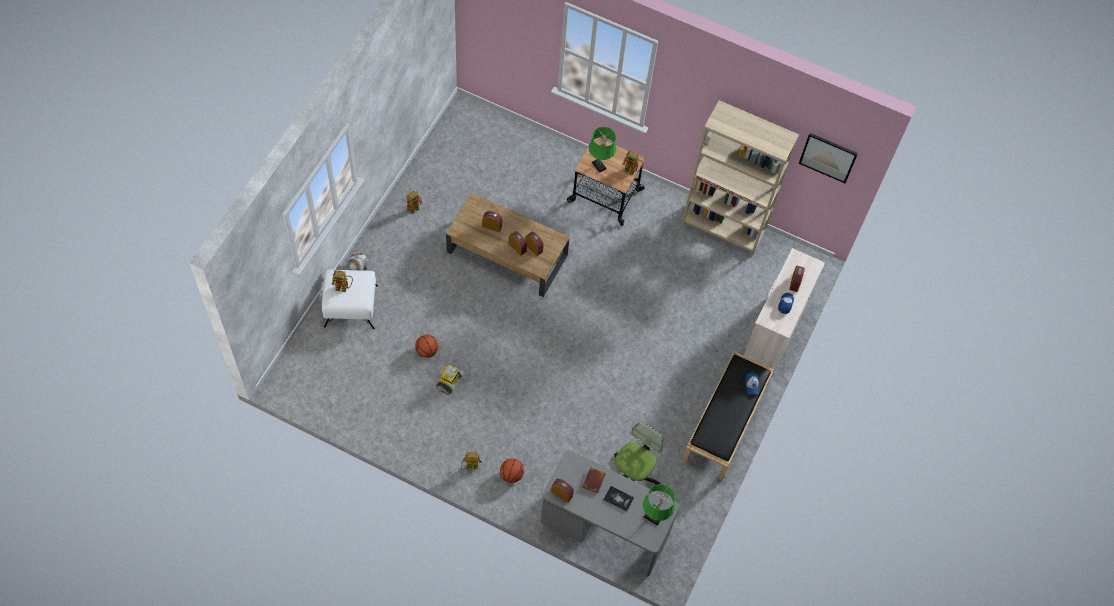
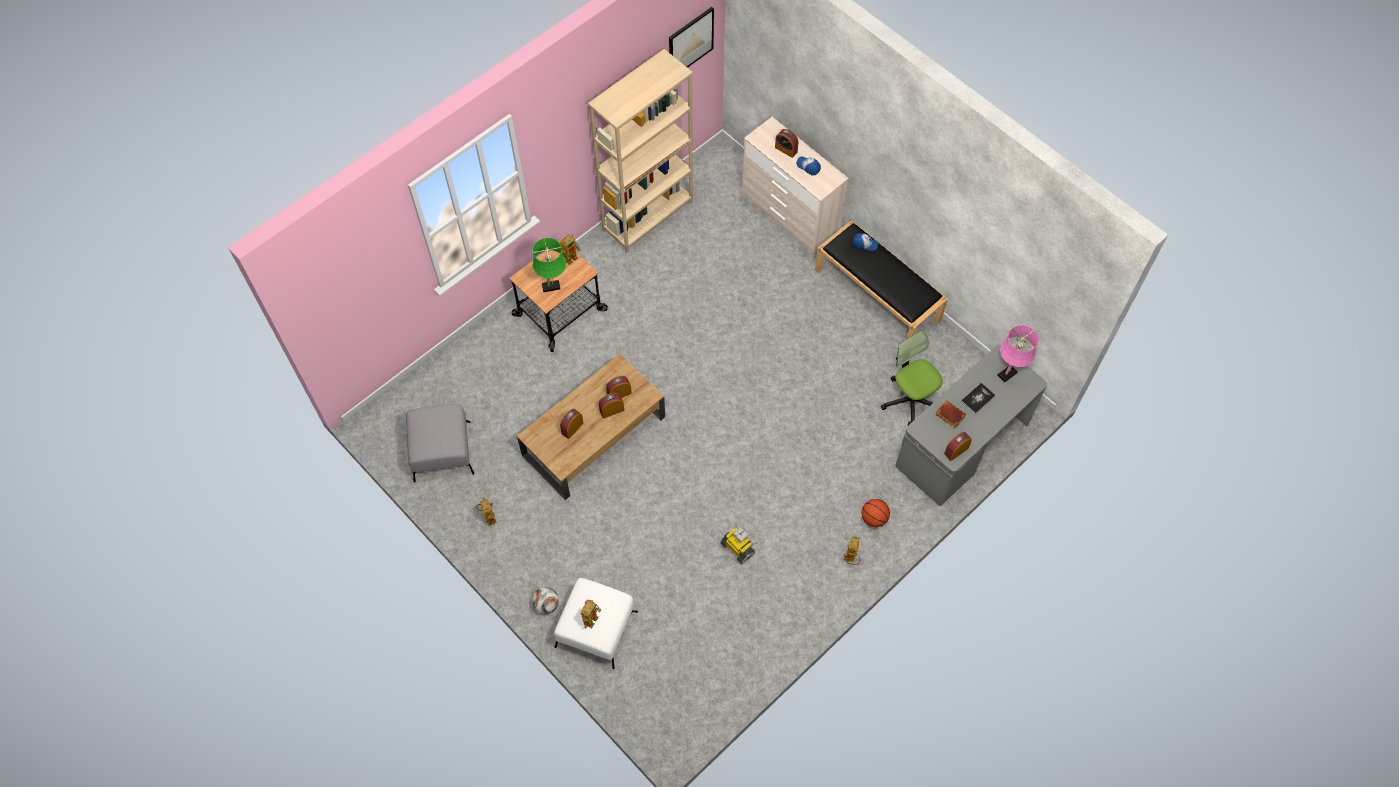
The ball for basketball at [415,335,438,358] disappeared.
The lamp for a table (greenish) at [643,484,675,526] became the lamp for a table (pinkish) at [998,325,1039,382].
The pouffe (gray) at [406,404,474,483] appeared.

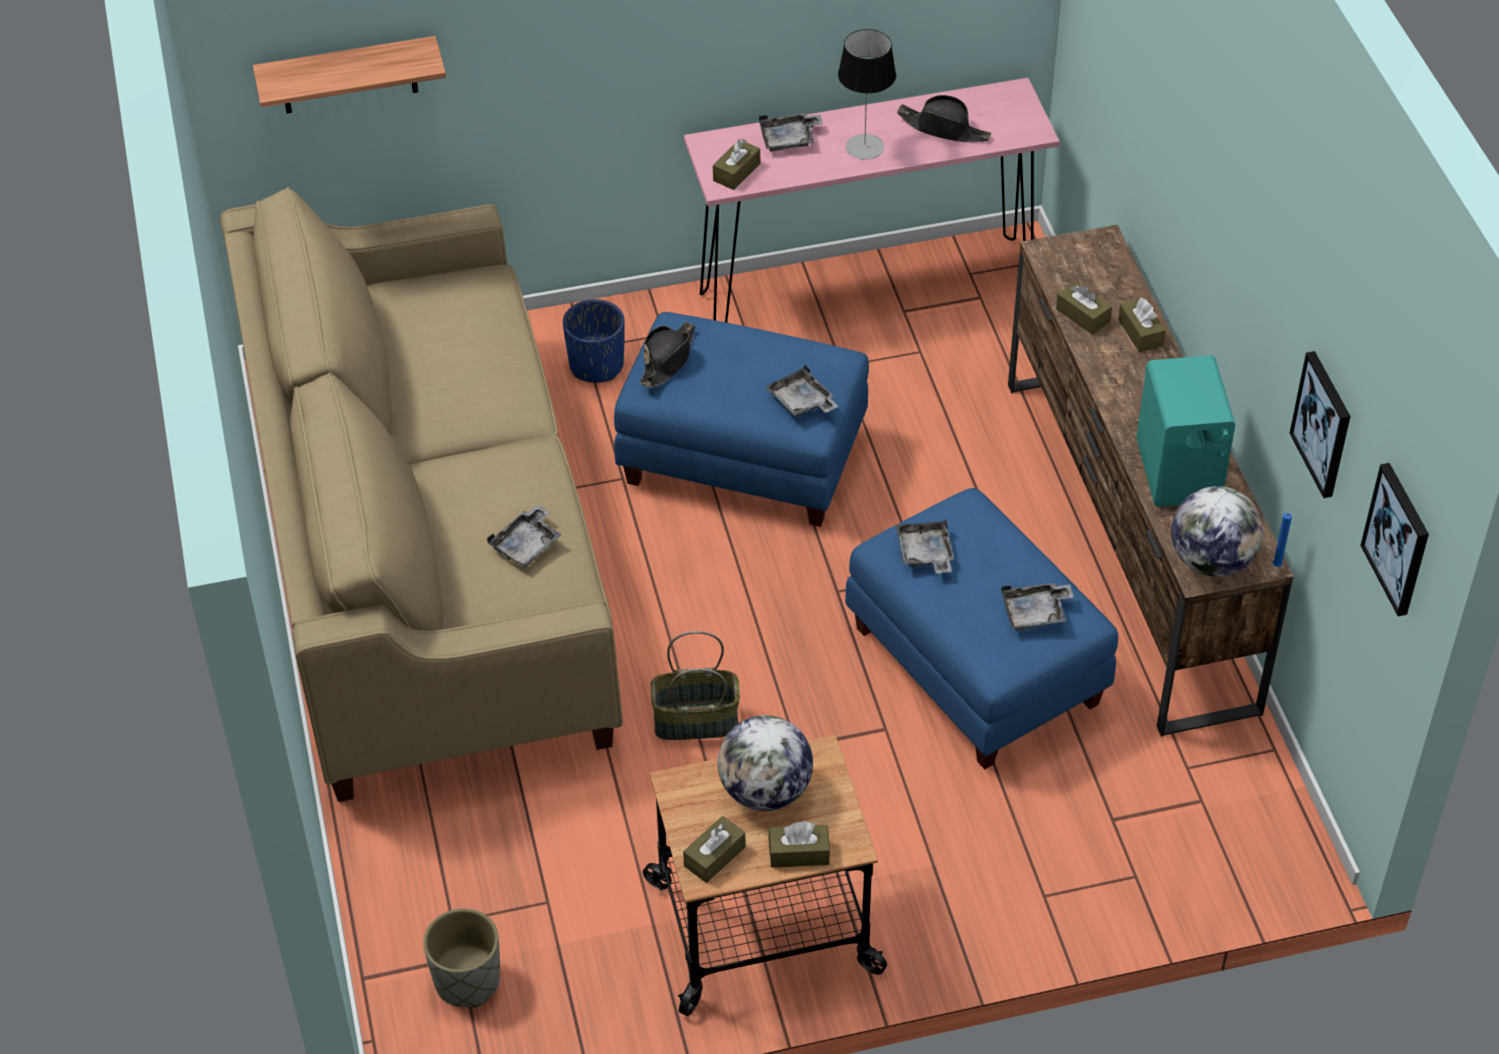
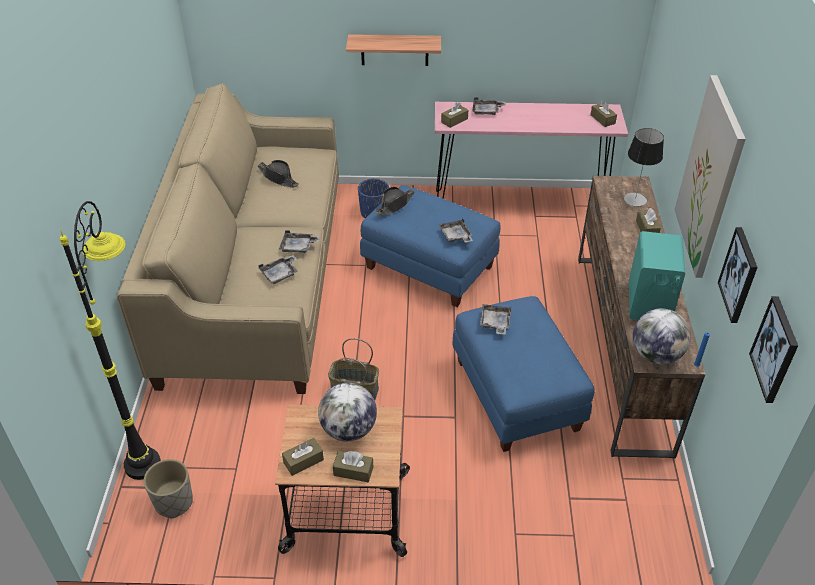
The lamp for a table moved from [838,29,896,159] to [624,128,664,206].
The wall shelf moved from [253,36,446,113] to [346,34,441,66].
The hat (black) moved from [897,95,991,142] to [258,160,299,187].
The box of tissues (brownish) moved from [1056,281,1112,334] to [591,101,617,127].
The carrying tray (gray) moved from [1001,583,1074,631] to [279,230,320,253].
The picture at [675,75,746,278] appeared.
The floor lamp (black) at [60,201,161,480] appeared.

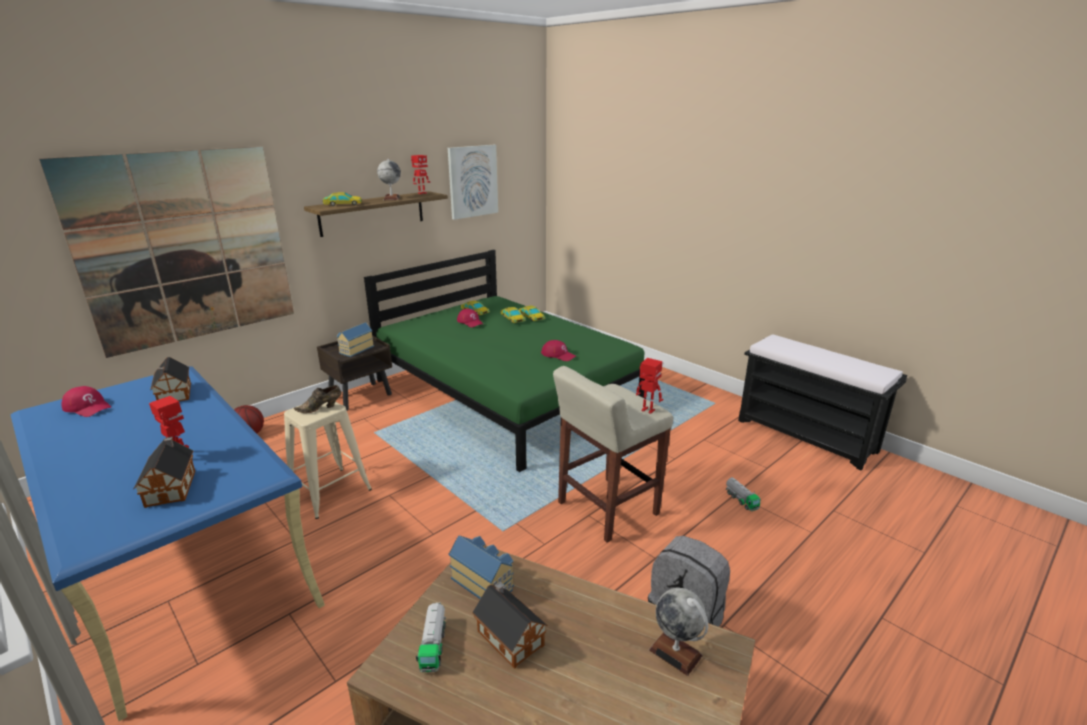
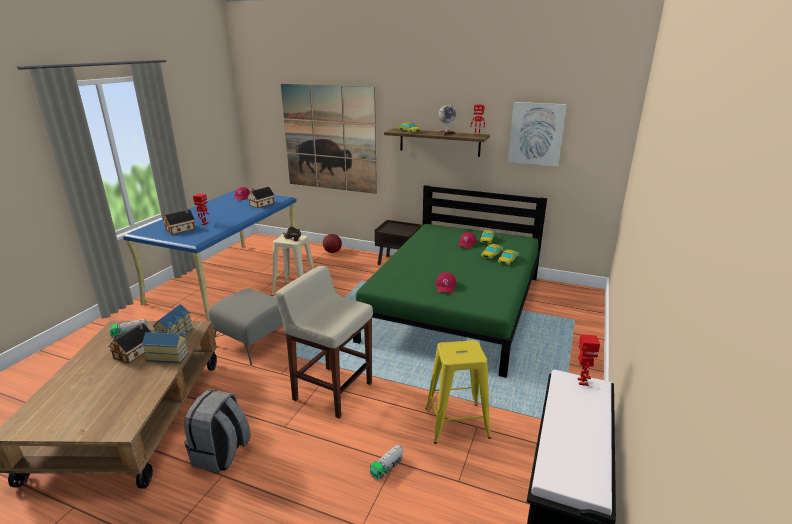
The model house moved from [336,322,374,357] to [142,331,189,363].
The model robot moved from [636,358,663,414] to [578,334,600,386].
The desk globe at [649,588,708,676] disappeared.
The pouffe (gray) at [208,288,284,365] appeared.
The sitting stool (yellow) at [425,340,491,444] appeared.

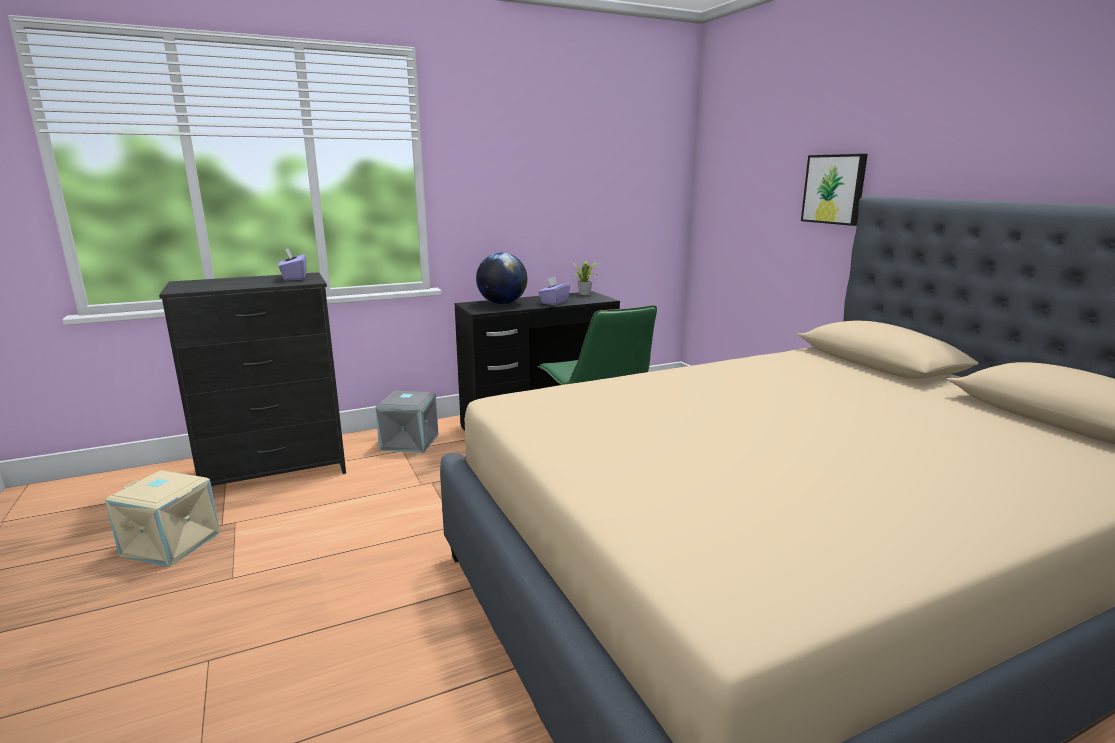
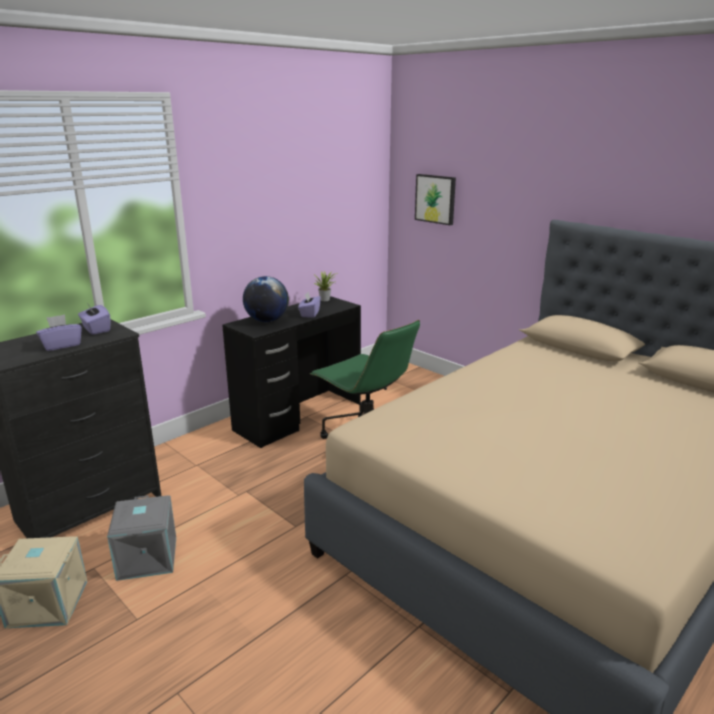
The picture moved from [801,154,868,226] to [415,174,456,225].
The storage container (gray) moved from [375,390,439,453] to [107,495,176,581].
The box of tissues (purple) at [36,314,82,351] appeared.

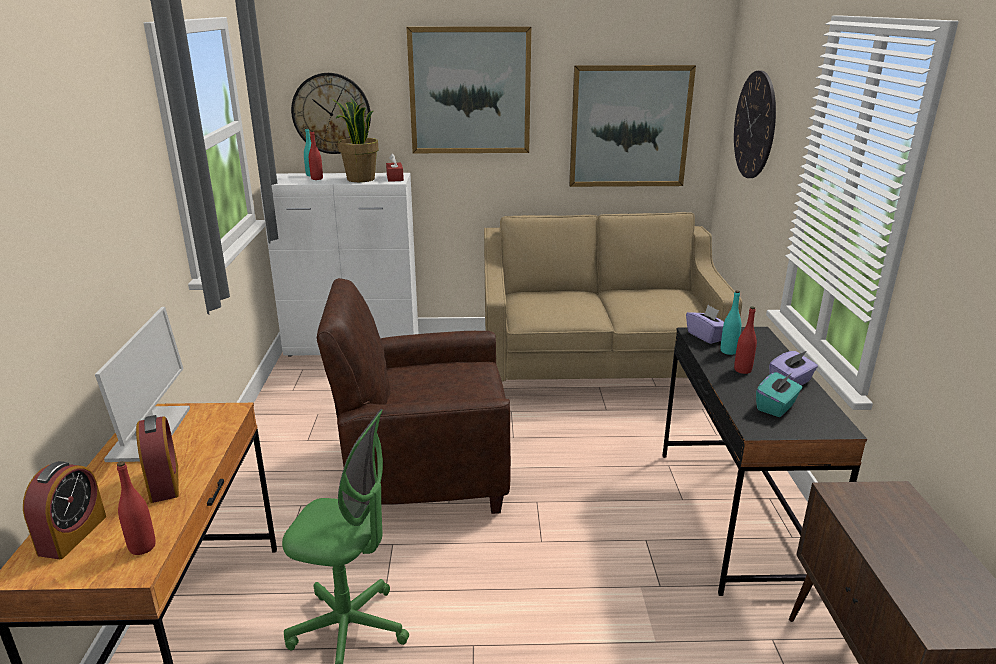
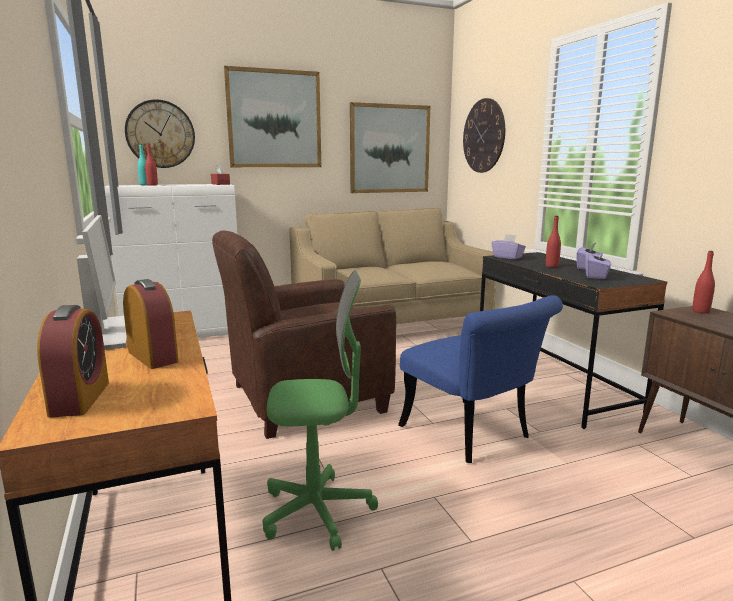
The houseplant at [332,97,379,182] disappeared.
The beverage bottle (turquoise-coloured) at [721,290,741,355] disappeared.
The box of tissues (turquoise-coloured) at [756,372,802,417] became the box of tissues (purple) at [585,248,611,279].
The beverage bottle (red-coloured) moved from [117,461,156,555] to [692,251,715,314].
The chair (blue) at [398,295,563,463] appeared.

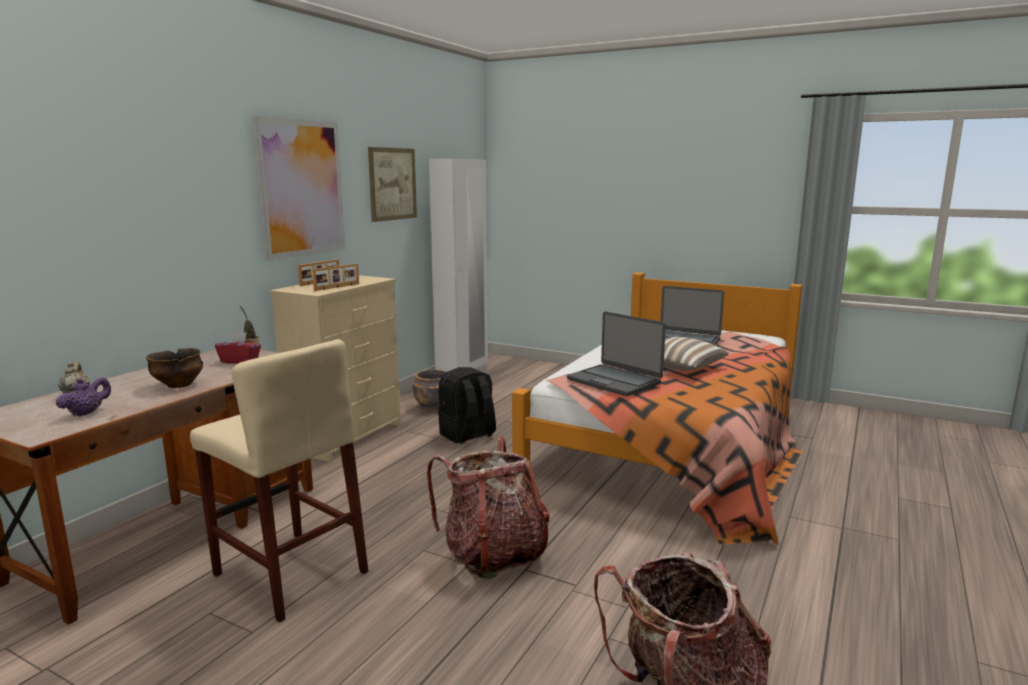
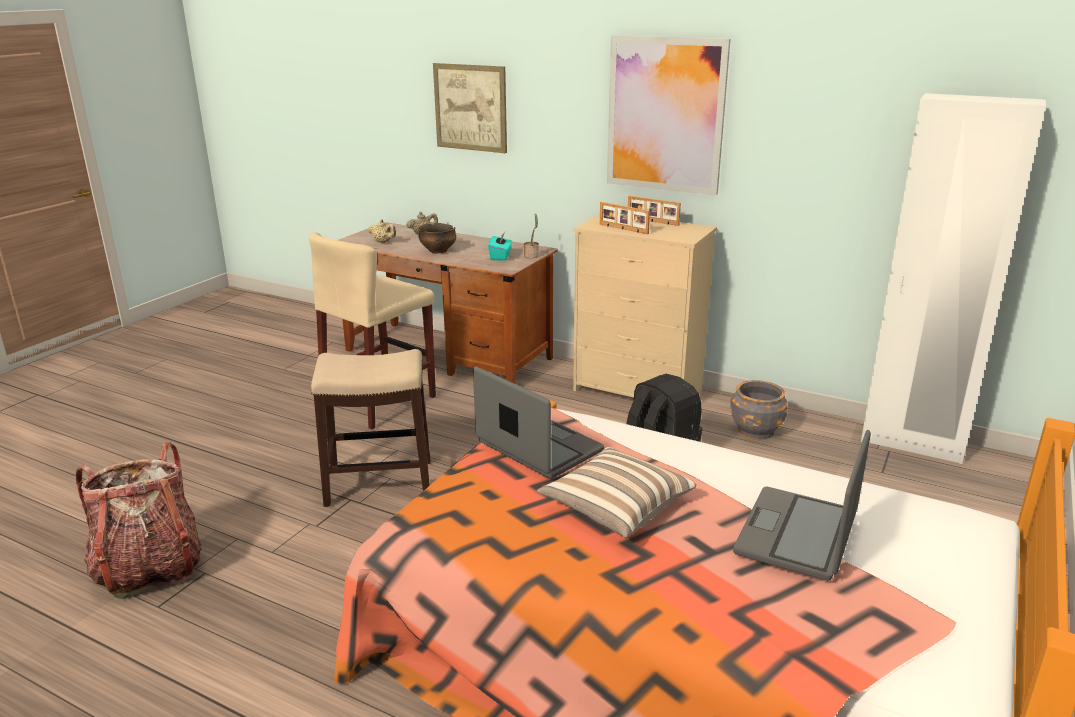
The picture moved from [368,147,417,222] to [433,63,507,153].
The portable computer at [567,311,666,396] turned 90 degrees clockwise.
The box of tissues (red-coloured) at [215,332,261,364] became the box of tissues (turquoise-coloured) at [488,232,512,261].
The tea pot (purple) at [56,377,111,416] became the tea pot (beige) at [368,219,396,243].
The rucksack at [427,437,549,579] was replaced by the sitting stool at [311,349,431,507].

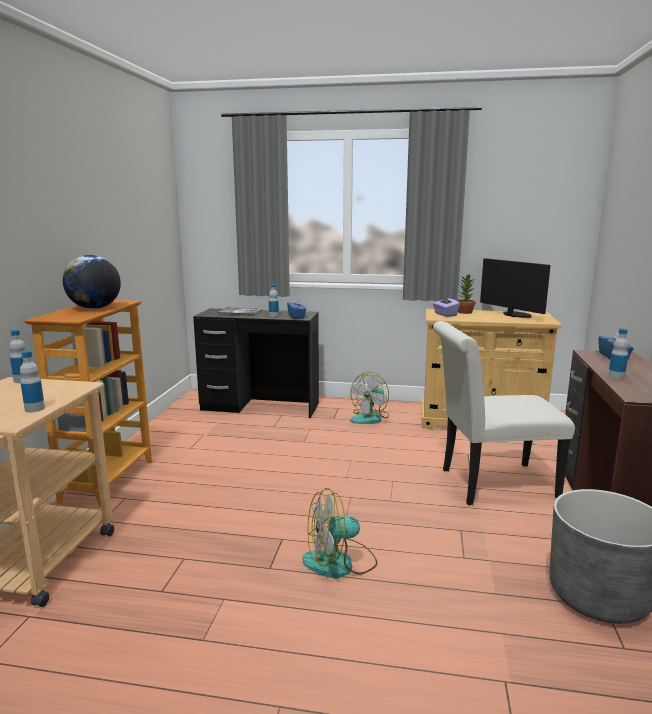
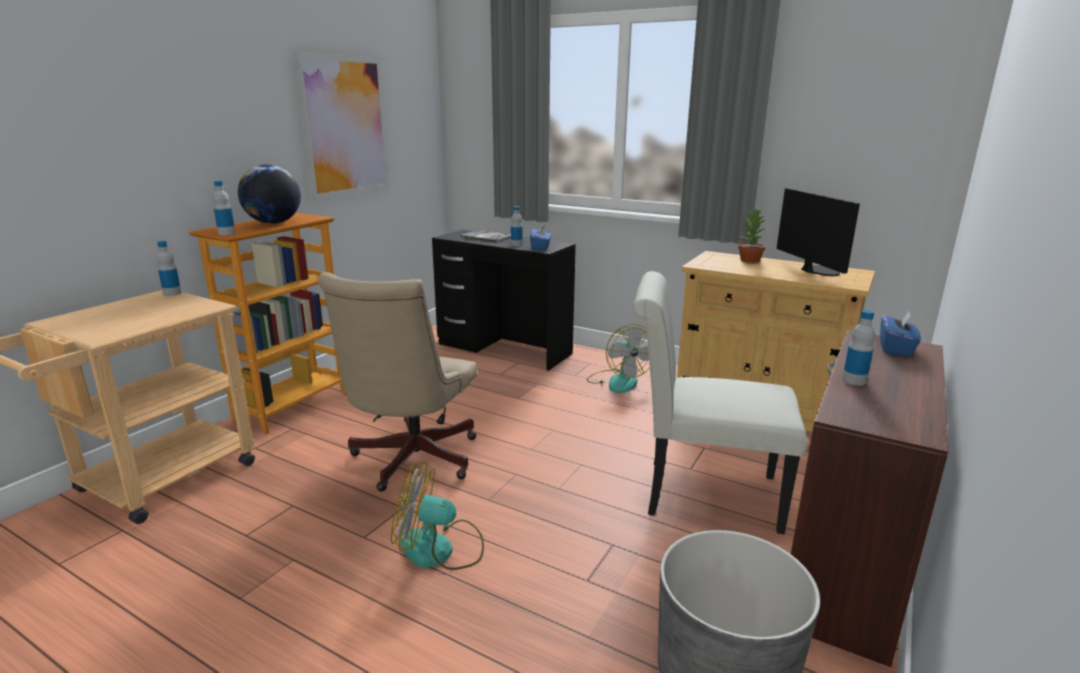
The box of tissues (purple) at [433,295,460,317] disappeared.
The beverage bottle moved from [20,350,45,412] to [213,181,235,235].
The cooling fan at [350,372,389,424] turned 75 degrees counterclockwise.
The picture at [292,51,390,201] appeared.
The computer chair (beige) at [318,272,477,491] appeared.

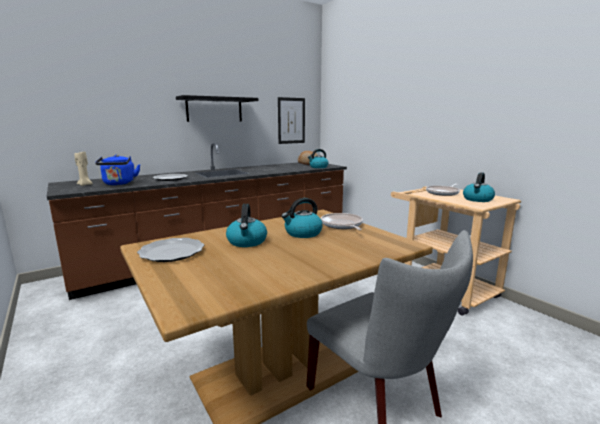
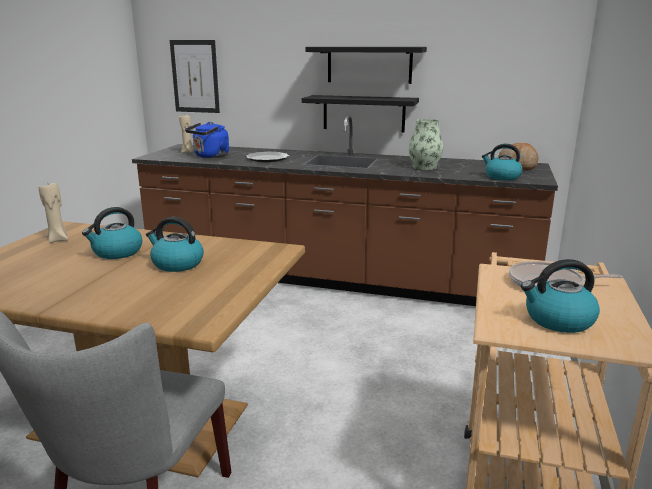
The picture moved from [278,97,305,144] to [170,40,220,113].
The pan at [321,213,363,230] disappeared.
The dinner plate at [137,238,204,262] was replaced by the candle (beige) at [39,181,68,243].
The wall shelf (black) at [302,95,419,132] appeared.
The decorative vase at [409,119,444,170] appeared.

